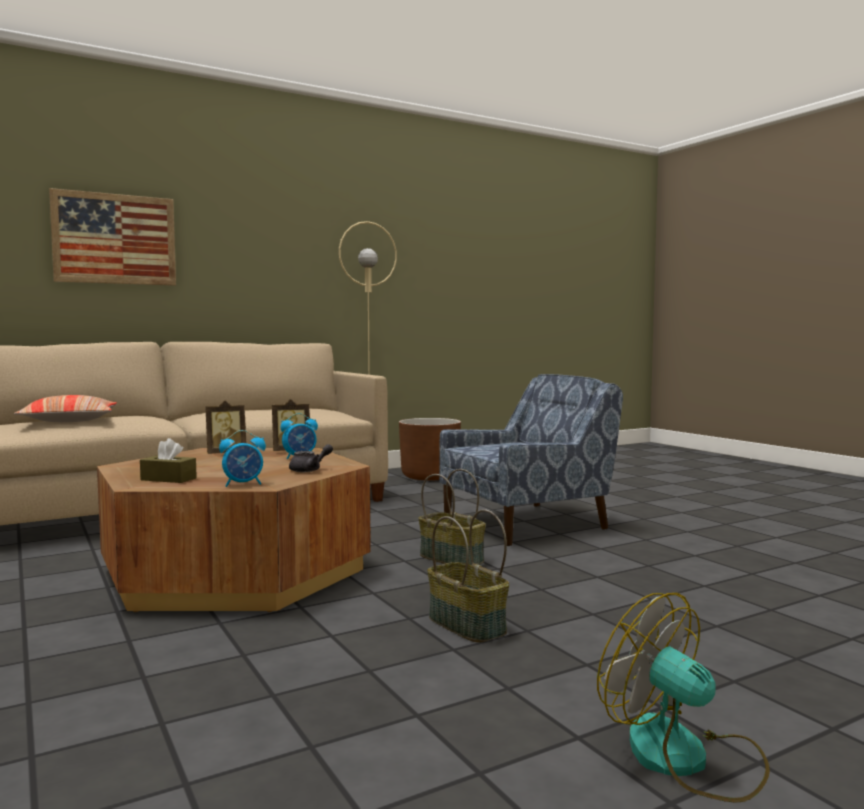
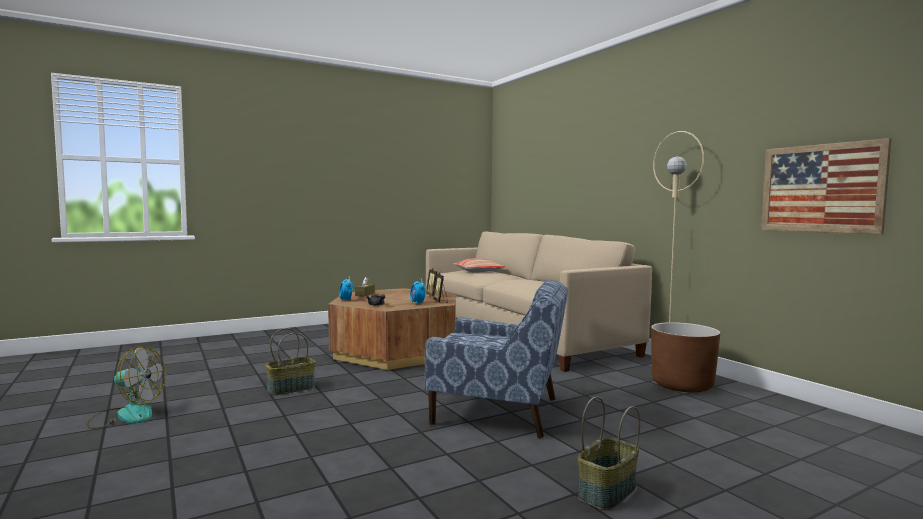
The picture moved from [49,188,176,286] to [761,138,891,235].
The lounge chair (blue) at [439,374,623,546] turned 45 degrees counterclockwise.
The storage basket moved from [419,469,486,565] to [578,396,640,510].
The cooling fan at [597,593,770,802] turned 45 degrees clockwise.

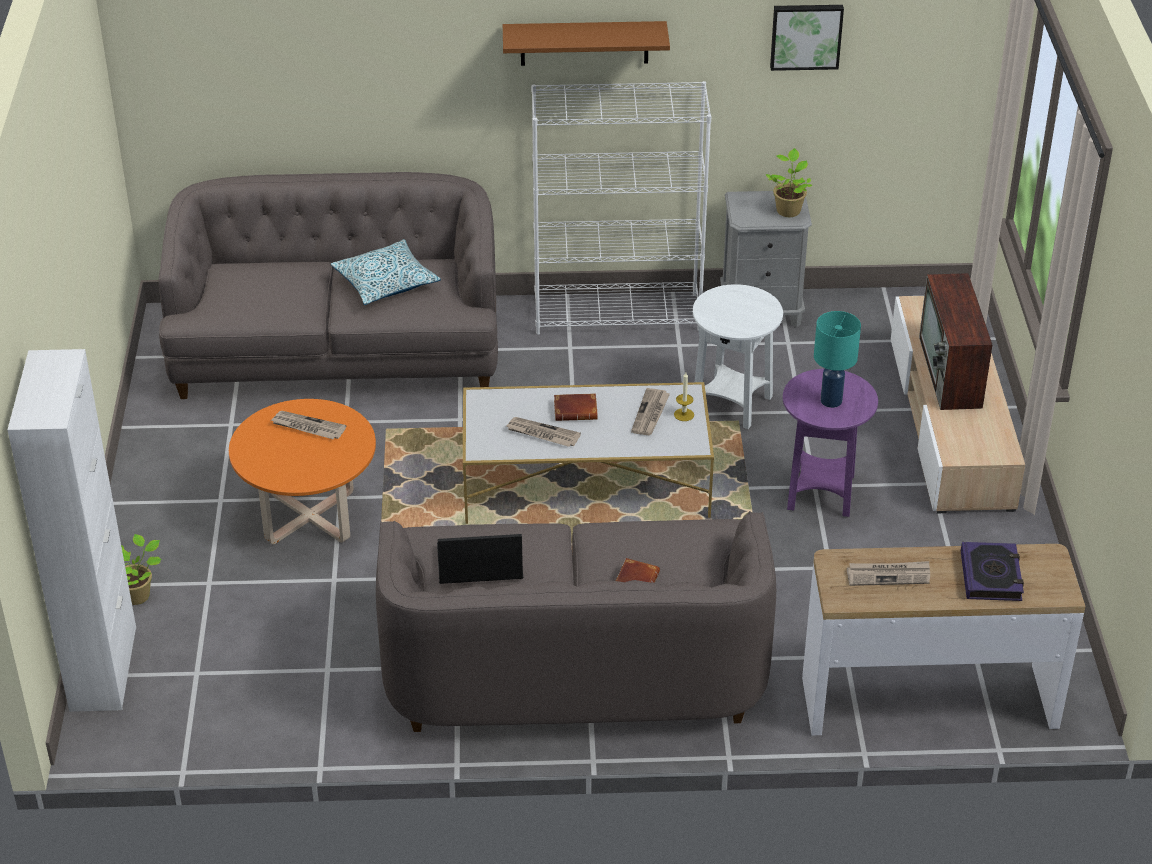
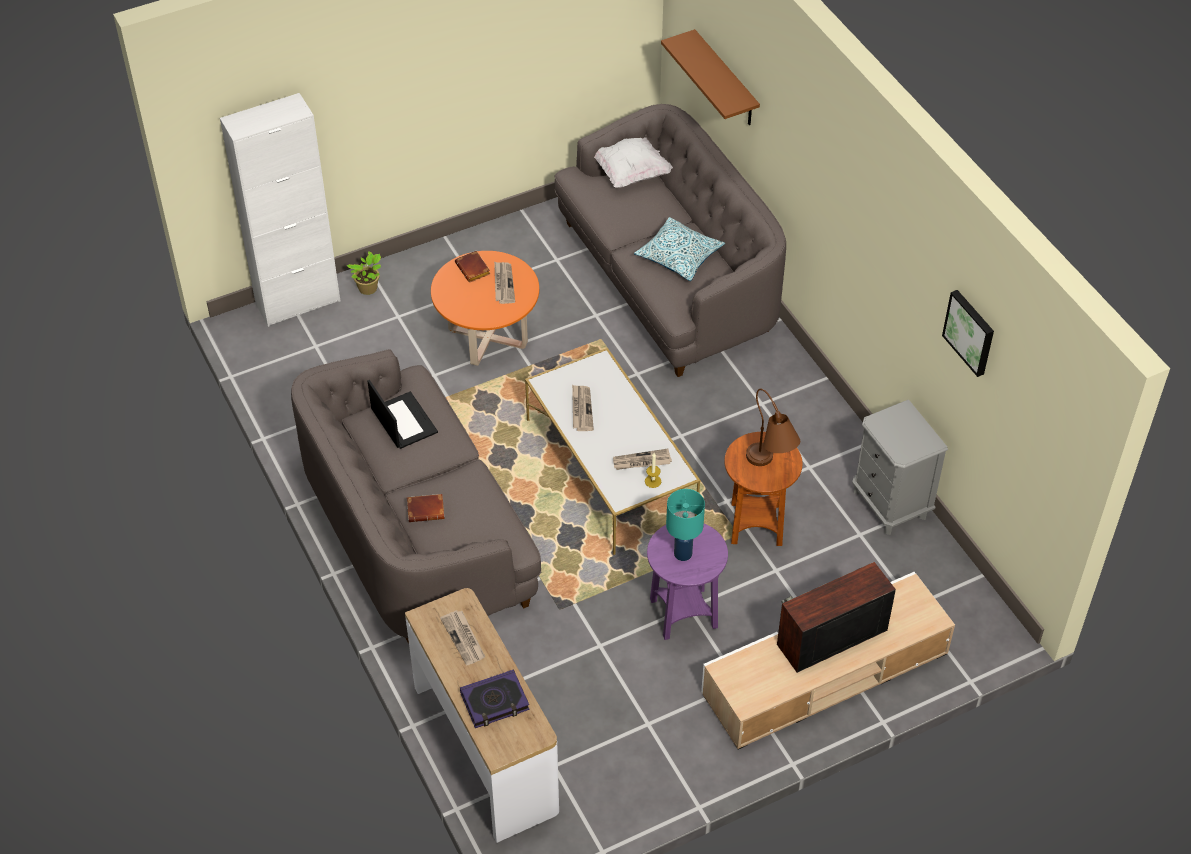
The wall shelf (brownish) moved from [503,21,670,66] to [661,29,760,125].
The shelving unit (whitish) at [531,81,711,335] disappeared.
The houseplant at [766,148,812,217] disappeared.
The side table (whitish) at [693,284,783,429] became the side table (brownish) at [724,432,803,546].
The book (brownish) moved from [554,393,597,421] to [455,251,490,283].
The cushion (whitish) at [594,137,673,188] appeared.
The lamp for a table (brownish) at [746,389,800,466] appeared.

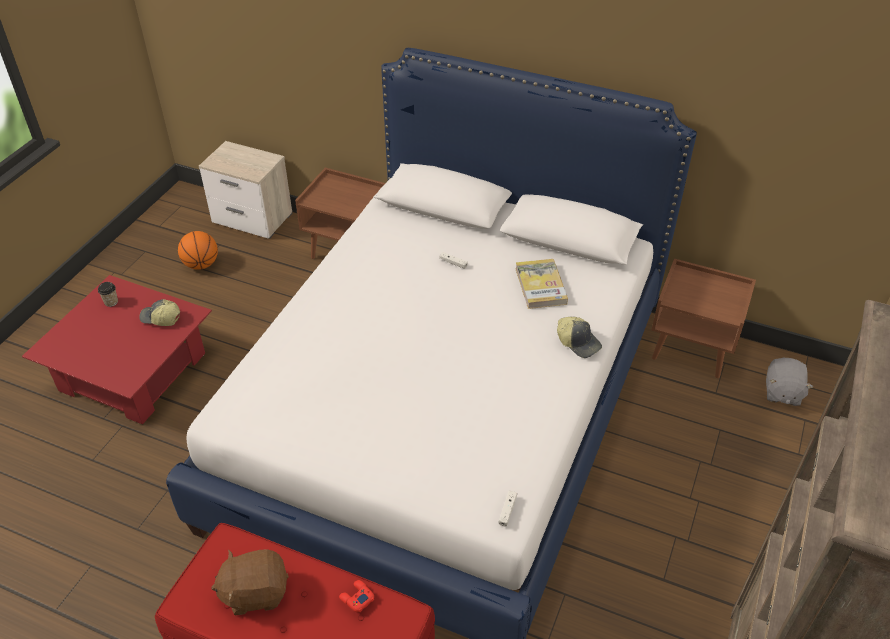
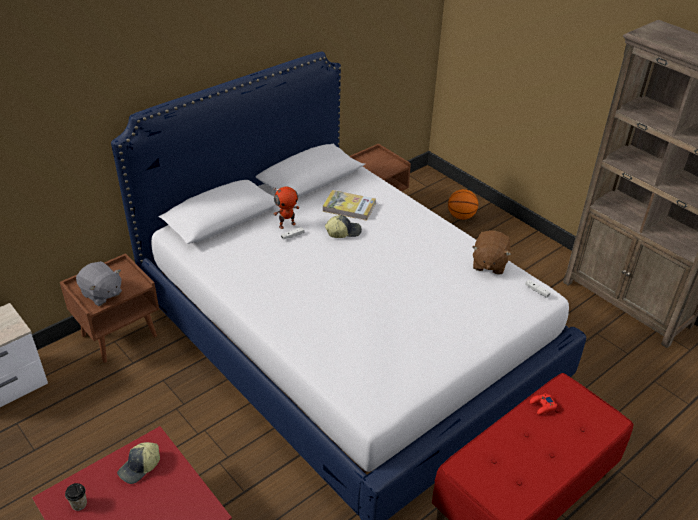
The ball for basketball moved from [178,231,218,270] to [448,189,478,220].
The baseball cap moved from [557,317,602,358] to [325,215,362,238].
The cuddly toy (gray) moved from [766,358,813,406] to [76,261,122,306].
The cuddly toy (brownish) moved from [211,549,289,615] to [472,230,511,275].
The model robot at [273,186,300,229] appeared.

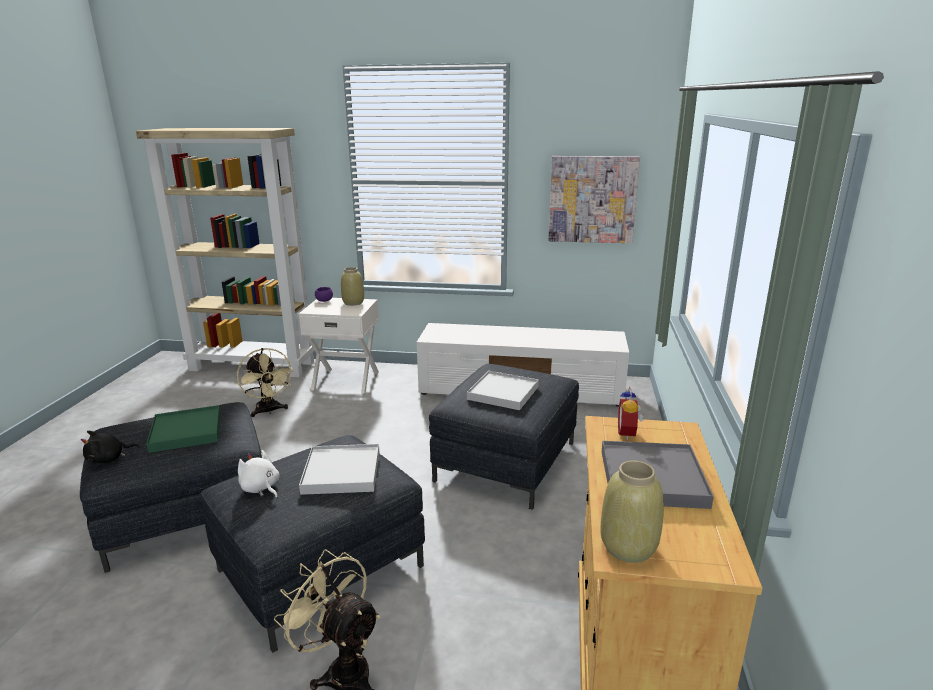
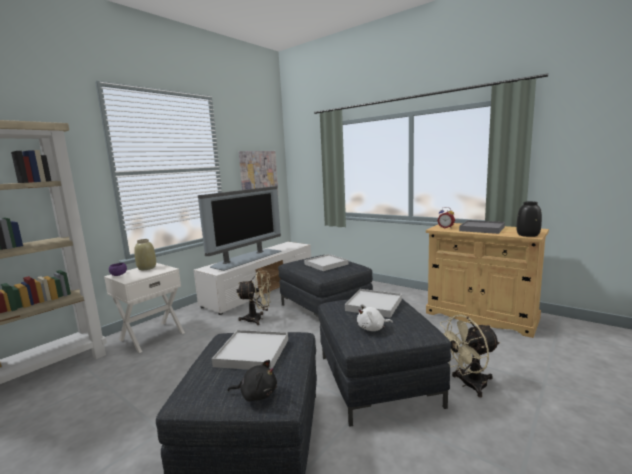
The cooling fan (beige) moved from [237,348,294,417] to [237,271,271,325].
The carrying tray (greenish) at [146,405,221,453] became the carrying tray (whitish) at [212,330,288,370].
The cuddly toy (black) at [81,431,139,463] turned 75 degrees counterclockwise.
The decorative vase (beige) at [600,461,664,563] became the decorative vase (black) at [516,201,542,237].
The TV at [198,186,282,271] appeared.

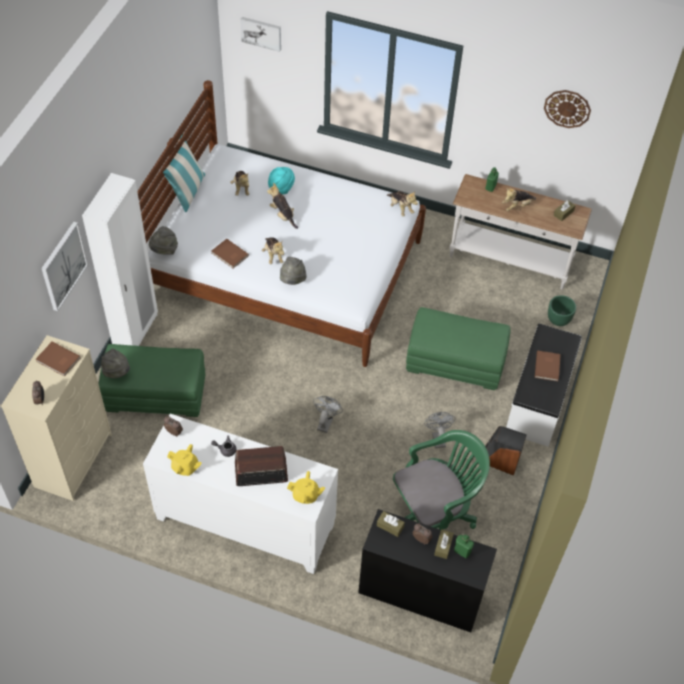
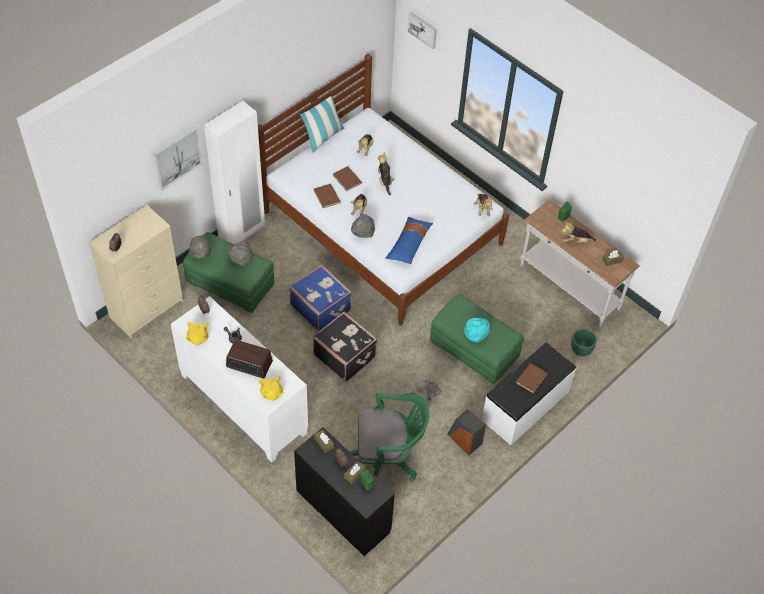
The clock on the wall at [544,90,591,128] disappeared.
The hat (turquoise-coloured) moved from [268,167,295,195] to [464,318,490,342].
The hat (gray) moved from [149,226,178,255] to [228,241,253,266].
The book (brownish) moved from [36,342,81,376] to [333,166,362,191].
The cooling fan (gray) at [313,396,343,433] was replaced by the travel case (black) at [313,312,378,382].
The cushion (blue) at [385,217,433,265] appeared.
The travel case (blue) at [289,265,352,332] appeared.

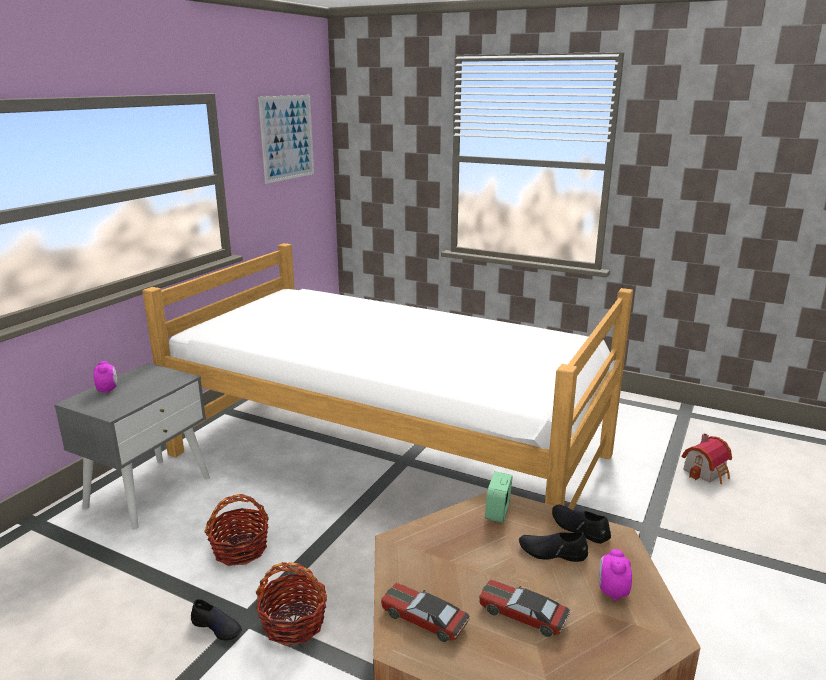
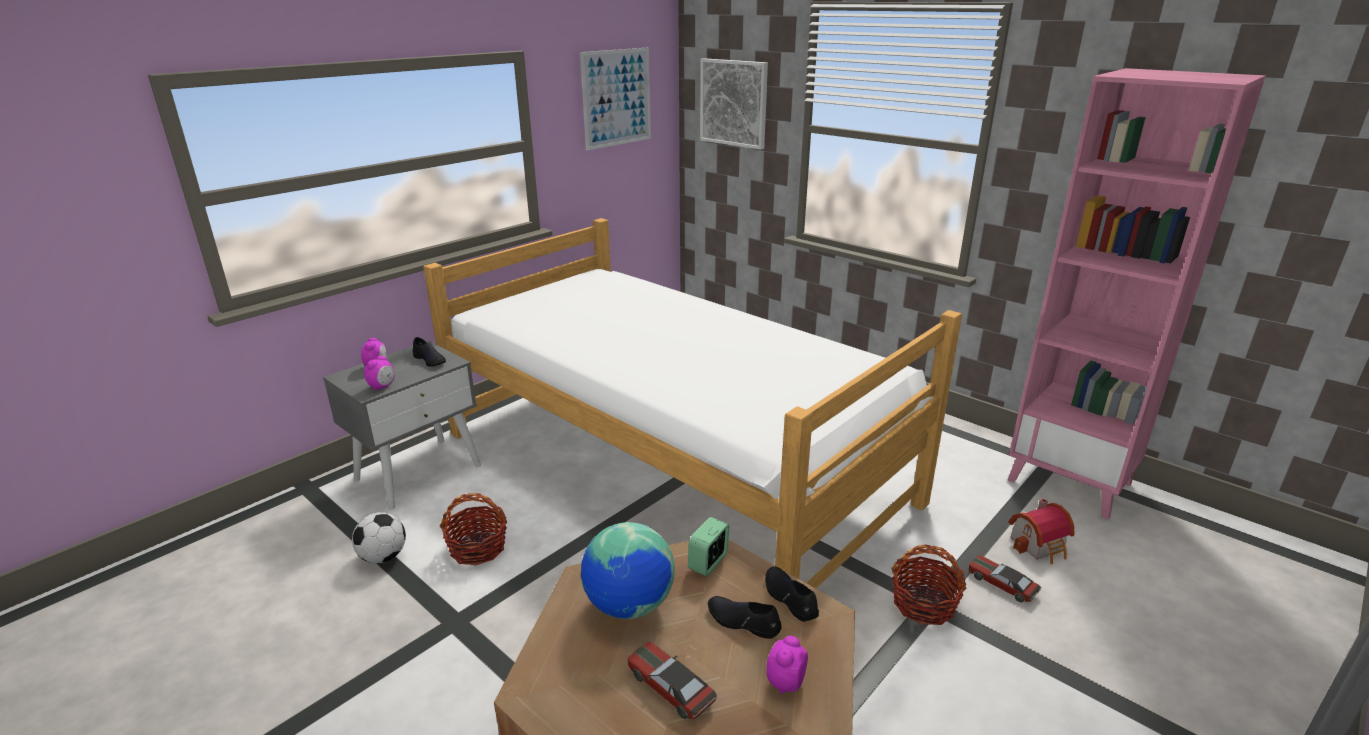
The storage basket moved from [256,562,327,646] to [891,544,966,625].
The model car moved from [381,583,470,642] to [968,555,1041,602].
The low shoe (black) moved from [191,599,242,640] to [412,337,446,367].
The picture at [700,58,768,150] appeared.
The shelving unit (pinkish) at [1007,68,1266,520] appeared.
The bedside clock at [364,356,395,391] appeared.
The ball for football at [352,512,406,563] appeared.
The desk globe at [581,522,675,619] appeared.

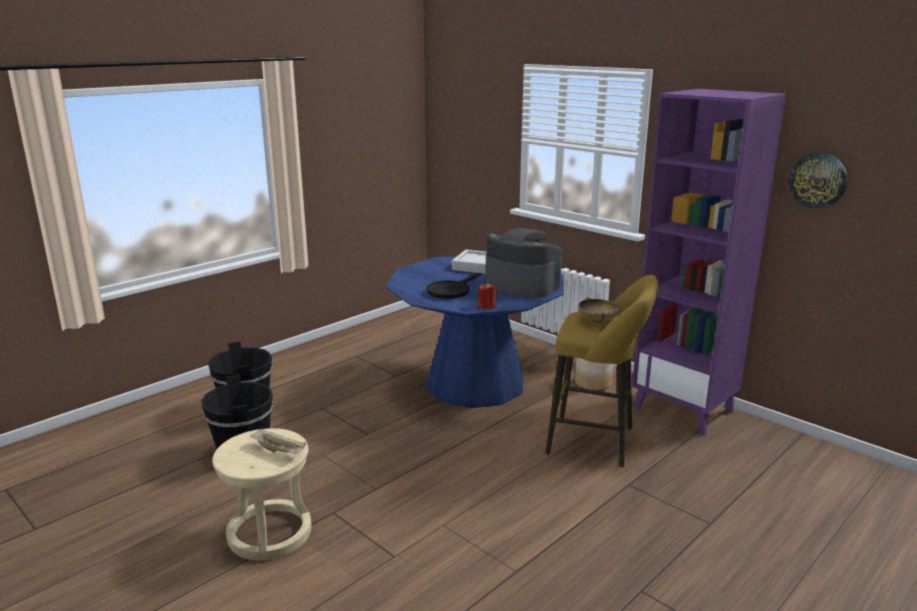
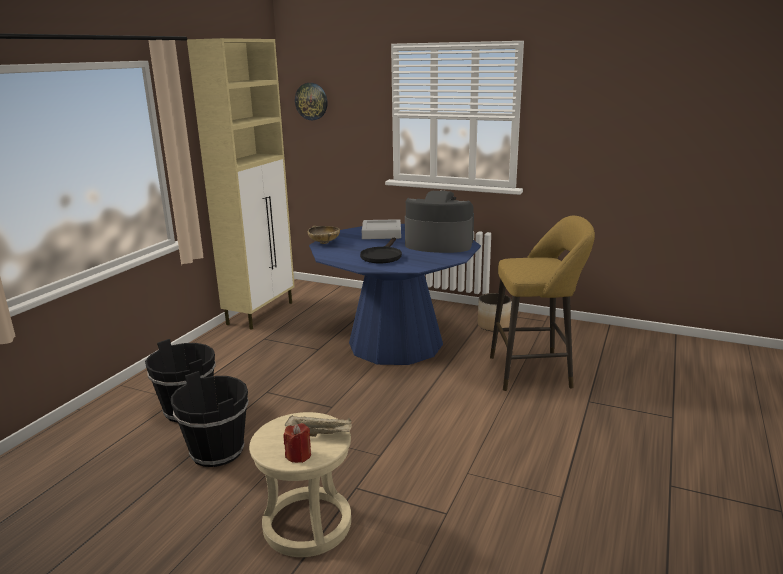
The shelving unit (purple) at [632,89,786,436] disappeared.
The clock on the wall moved from [788,153,848,209] to [295,83,327,120].
The candle (red-coloured) moved from [478,283,497,309] to [284,423,311,463].
The serving bowl (beige) moved from [578,297,619,323] to [308,226,340,244].
The storage cabinet (beige) at [187,38,295,330] appeared.

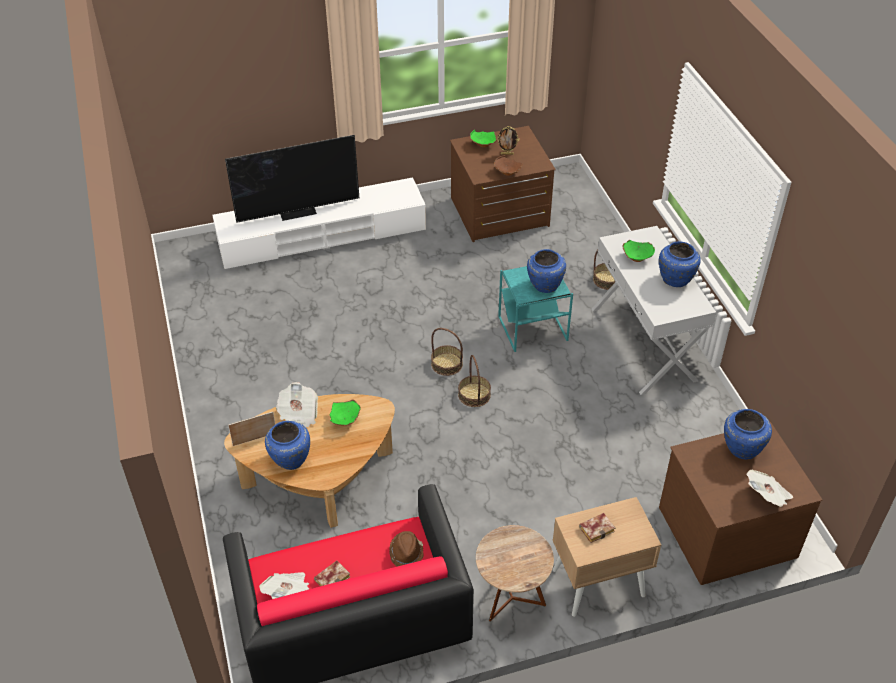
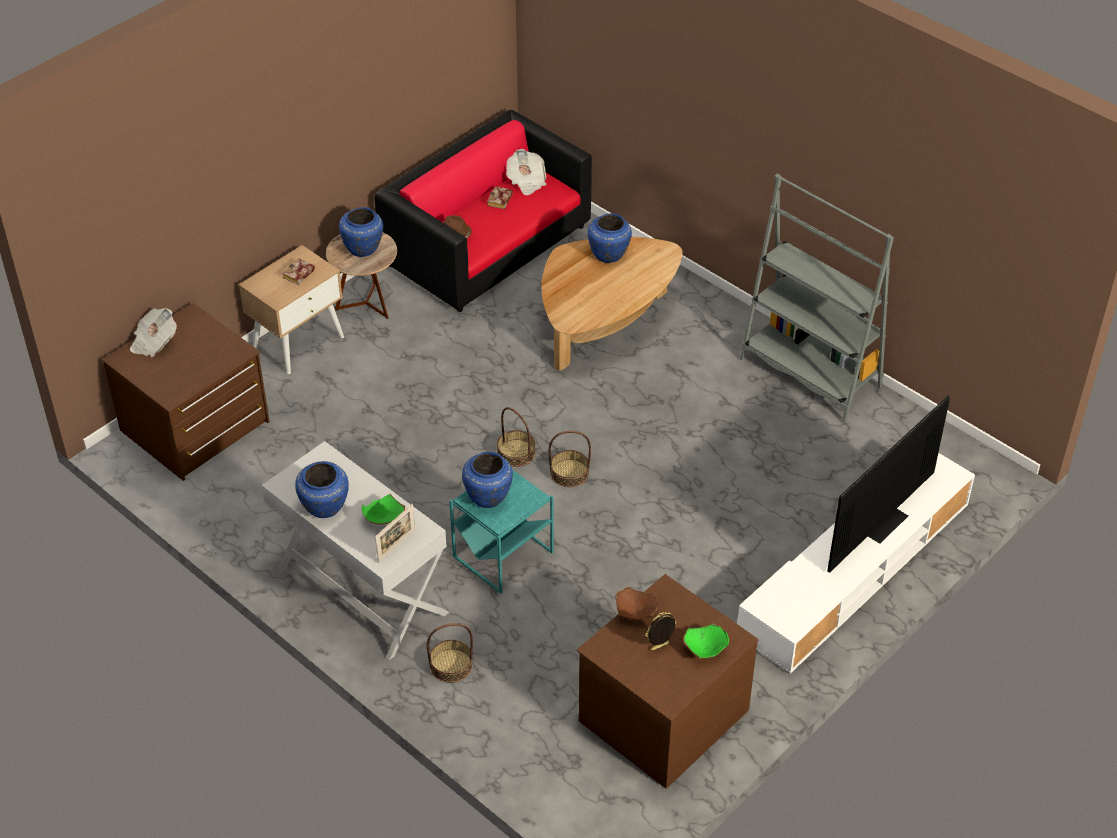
The printed paper at [276,382,318,427] disappeared.
The serving bowl (greenish) at [329,399,361,425] disappeared.
The decorative vase (blue) moved from [724,409,772,460] to [339,207,383,257].
The standing frame moved from [228,412,275,446] to [375,503,415,563].
The shelving unit (gray) at [740,174,894,422] appeared.

